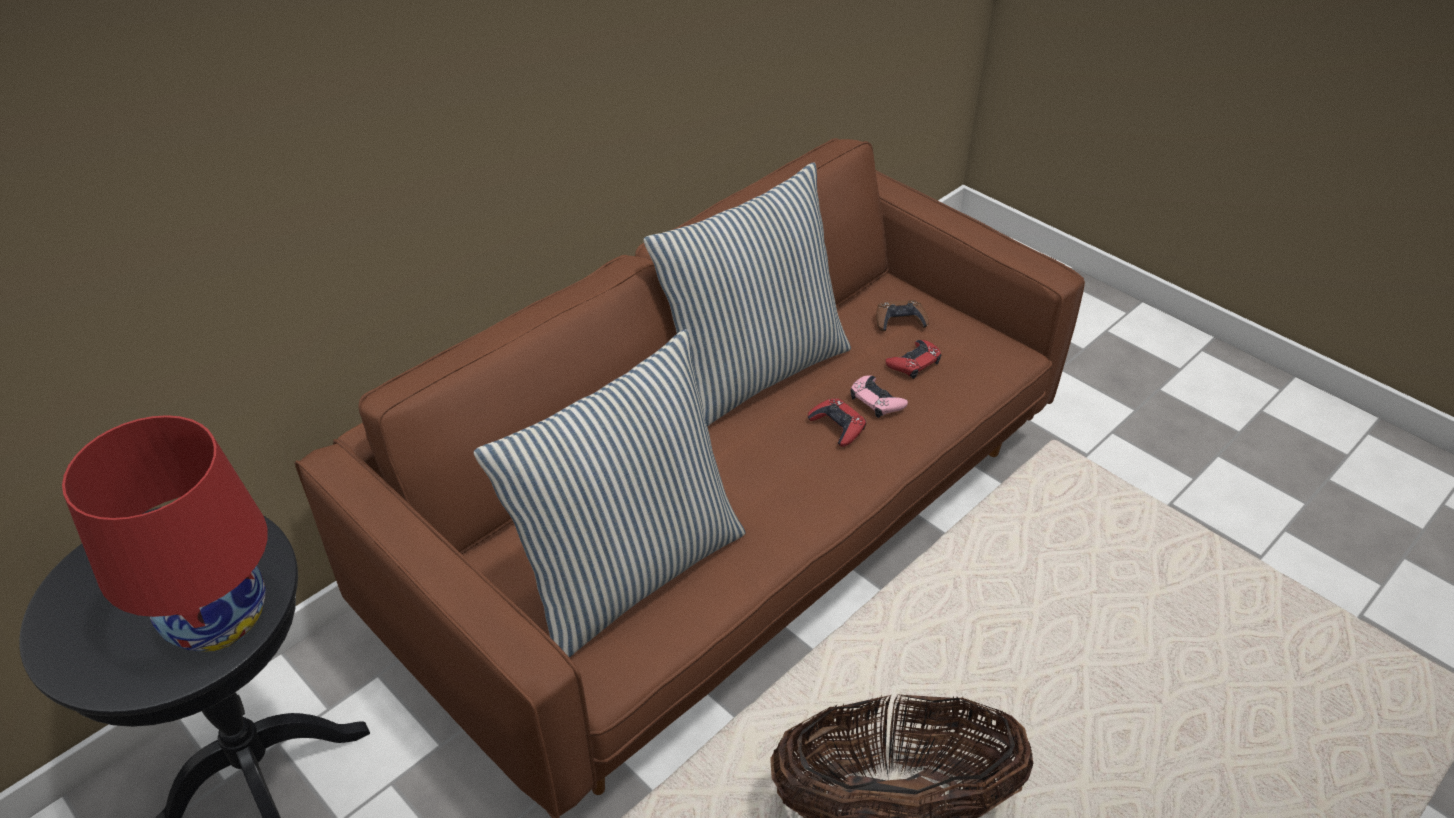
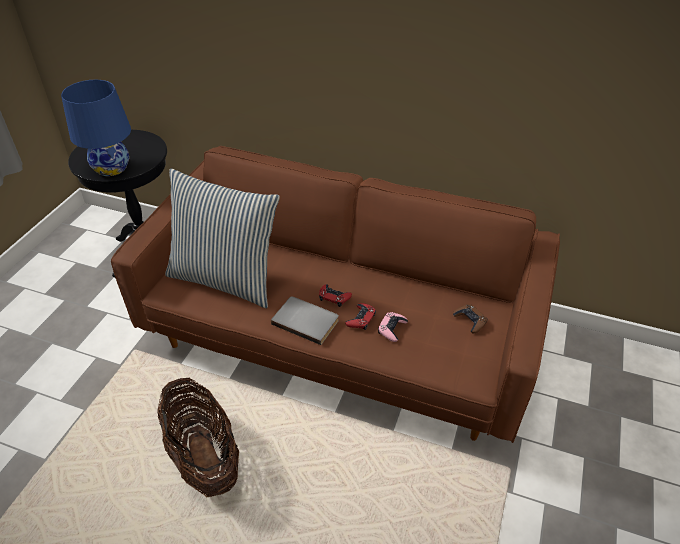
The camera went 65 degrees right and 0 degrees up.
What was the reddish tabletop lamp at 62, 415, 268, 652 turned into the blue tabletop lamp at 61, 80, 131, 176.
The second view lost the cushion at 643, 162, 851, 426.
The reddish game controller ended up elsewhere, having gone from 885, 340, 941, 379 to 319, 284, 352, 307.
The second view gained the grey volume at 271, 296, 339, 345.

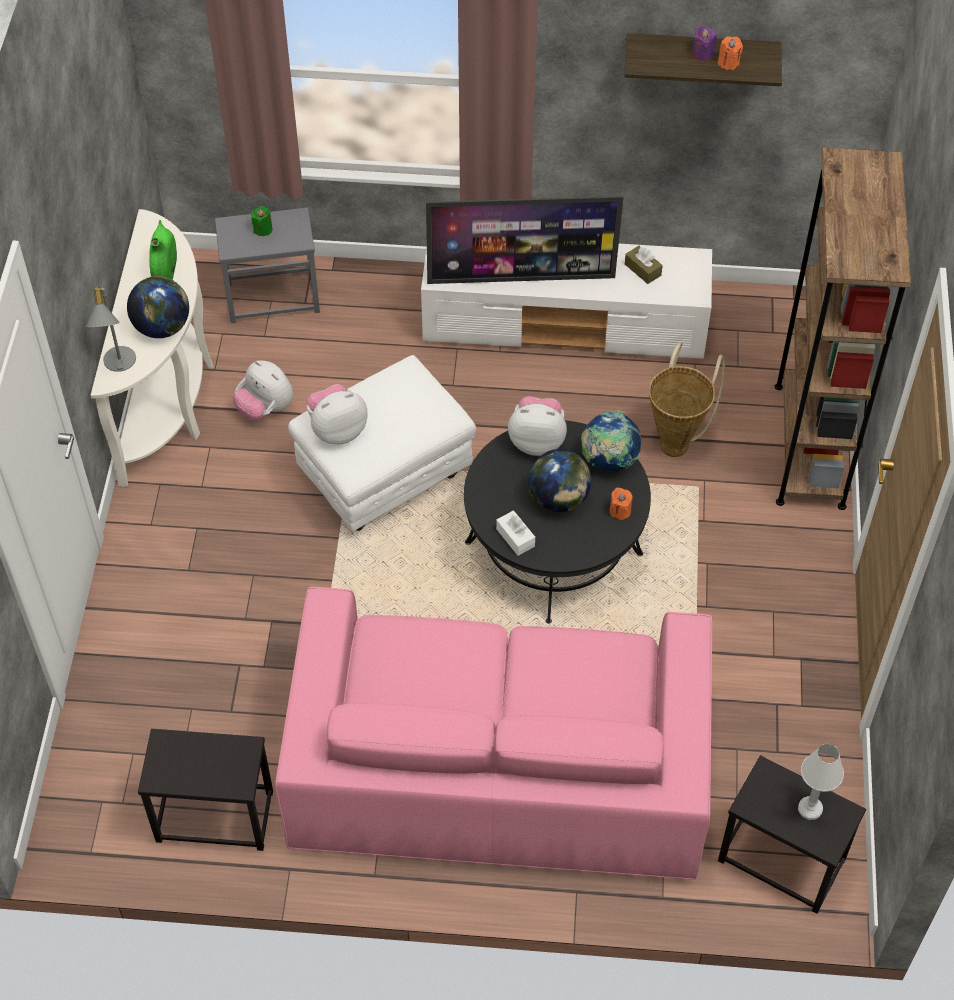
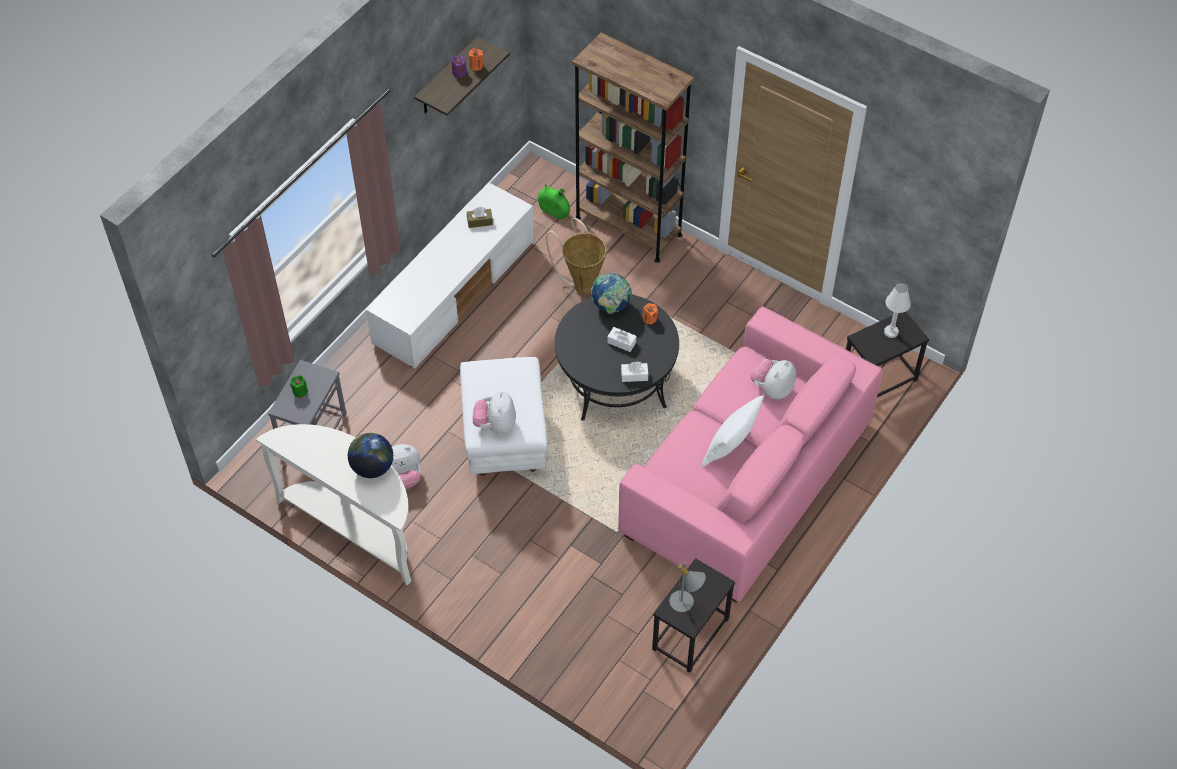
The camera went 60 degrees left and 0 degrees up.
The grey tabletop lamp ended up elsewhere, having gone from 86, 284, 136, 372 to 669, 562, 706, 612.
The greenish decorative vase ended up elsewhere, having gone from 149, 220, 177, 280 to 538, 184, 570, 219.
The second view lost the TV set at 426, 196, 624, 284.
The plush toy ended up elsewhere, having gone from 508, 396, 567, 456 to 750, 359, 796, 400.
Where the globe stood at 528, 449, 591, 512, the white tissue holder came to stand at 607, 327, 636, 352.
The second view gained the white cushion at 702, 395, 764, 467.

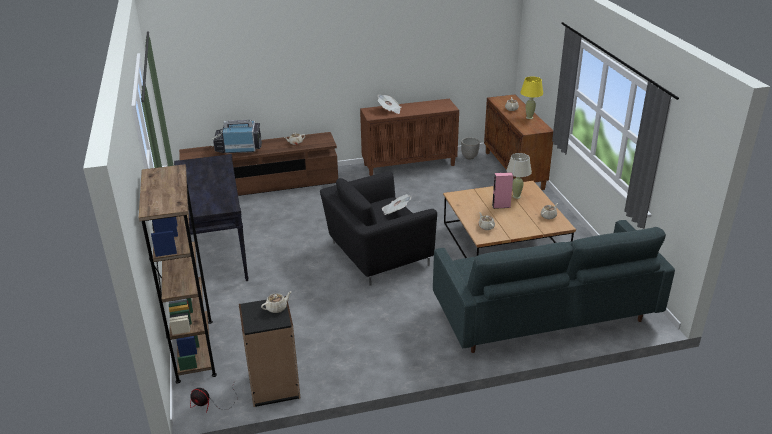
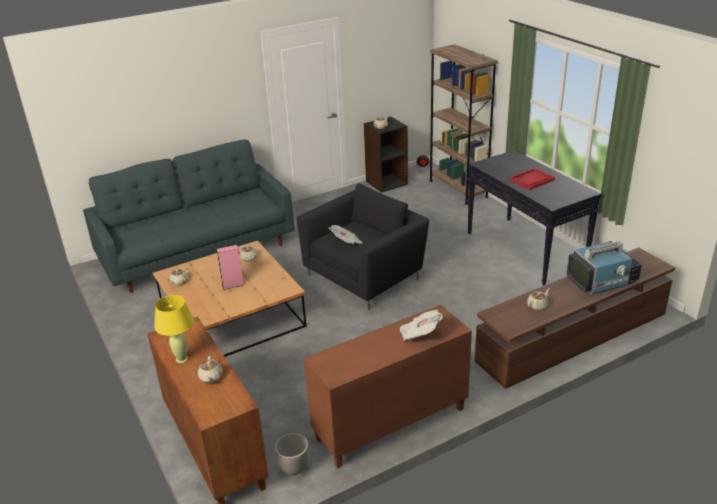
The camera went 165 degrees right and 0 degrees up.
The second view lost the sand-coloured tabletop lamp at 506, 153, 532, 199.
The second view gained the reddish carrying tray at 509, 168, 555, 190.

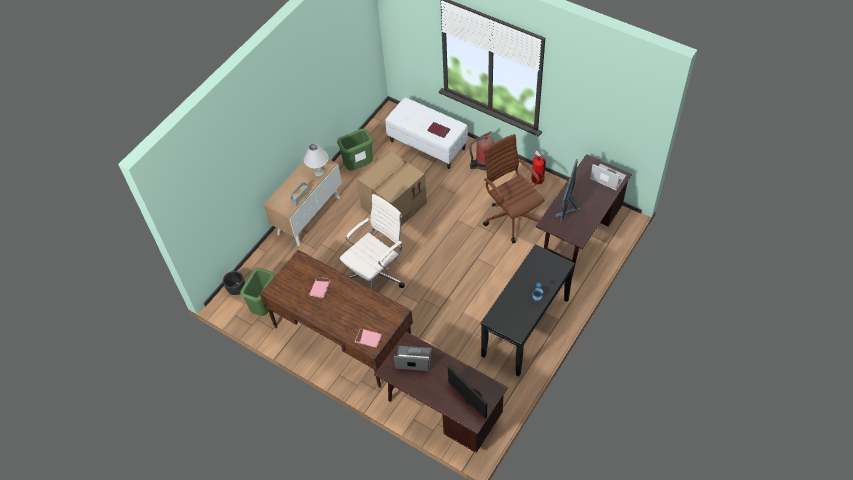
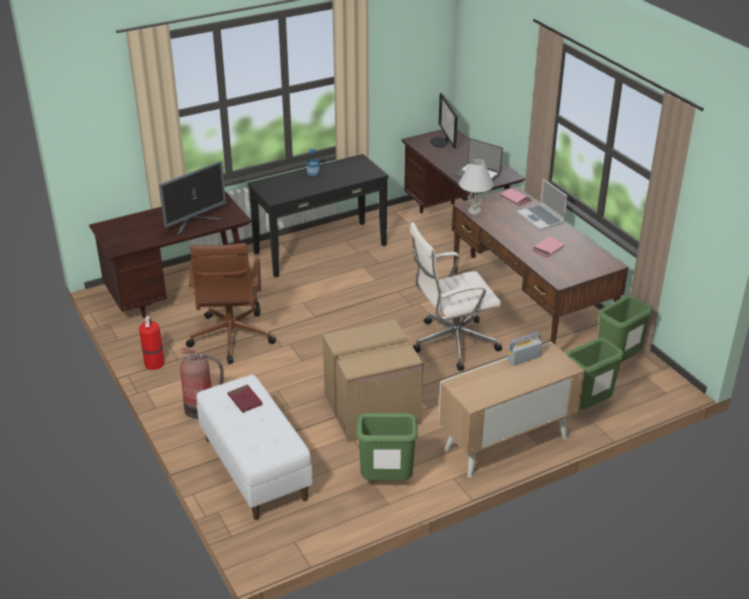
The camera went 155 degrees left and 20 degrees down.
The second view lost the black-coloured flower pot at 223, 271, 245, 295.
The white tabletop lamp ended up elsewhere, having gone from 304, 143, 328, 177 to 459, 159, 494, 215.
The laptop ended up elsewhere, having gone from 590, 164, 626, 190 to 517, 179, 568, 230.
The second view gained the greenish rubbish bin at 566, 338, 624, 409.

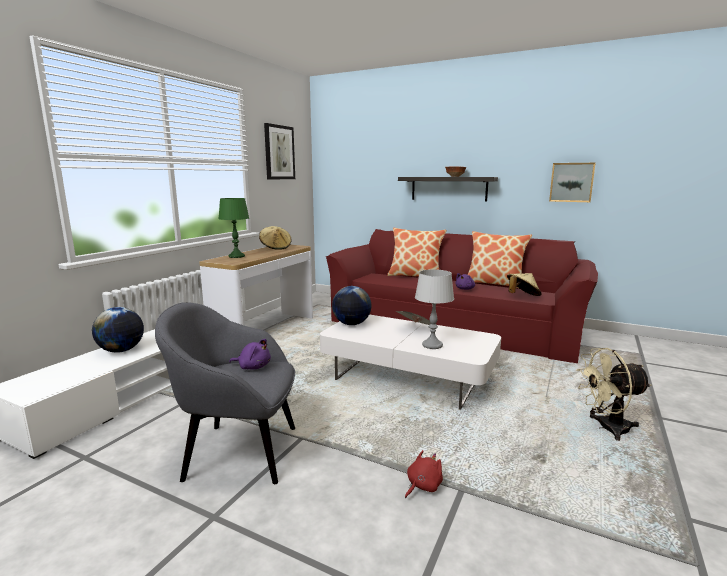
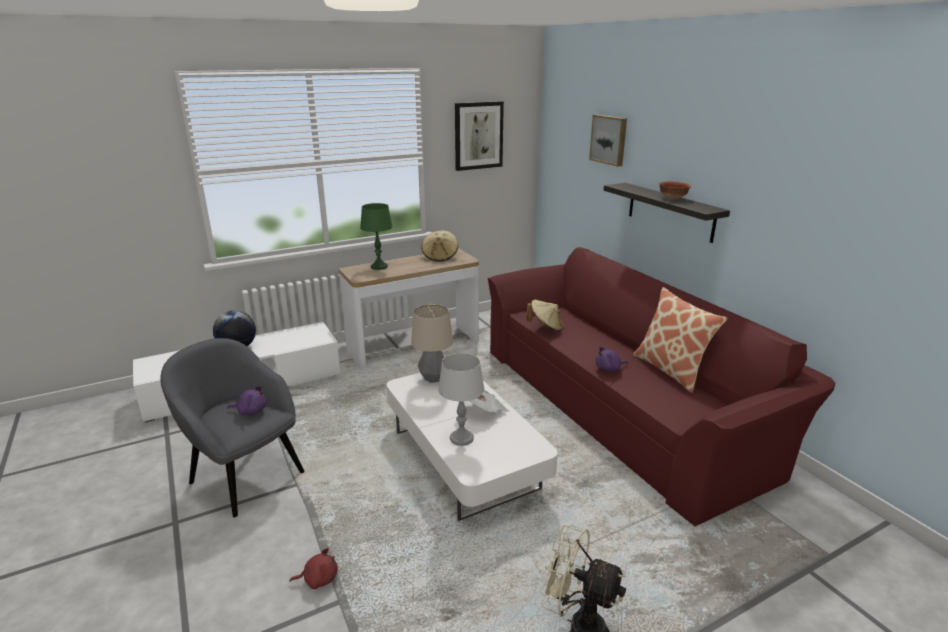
The camera went 35 degrees right and 10 degrees up.
The purplish plush toy at 229, 339, 271, 369 ended up facing another way, 45 degrees counterclockwise from before.
Where the globe stood at 332, 286, 372, 325, the tabletop lamp came to stand at 411, 304, 453, 383.
The second view lost the cushion at 387, 228, 447, 277.
The sand-coloured clothing hat ended up elsewhere, having gone from 507, 273, 542, 296 to 526, 300, 563, 332.
The picture ended up elsewhere, having gone from 549, 163, 595, 202 to 589, 114, 627, 167.

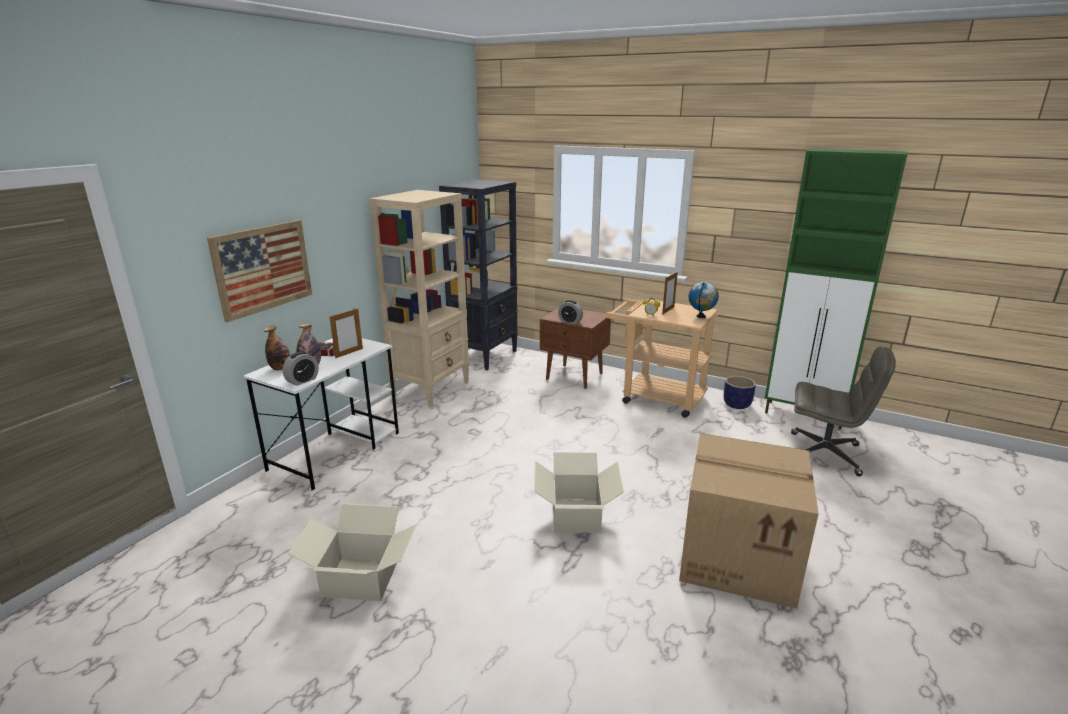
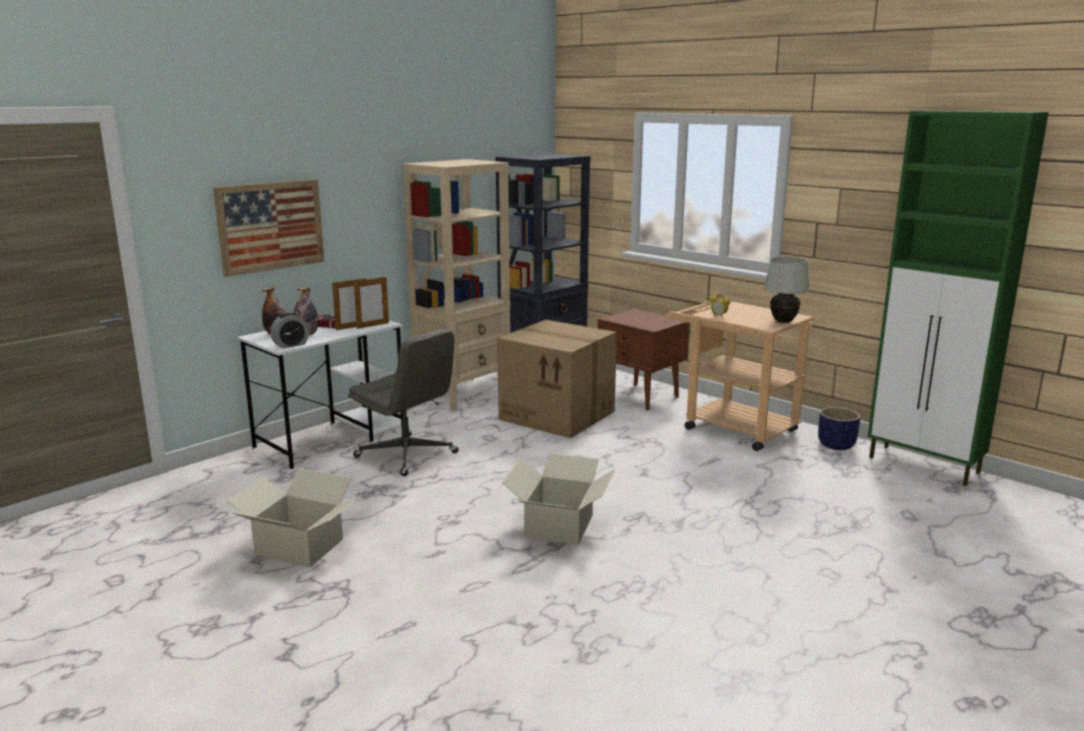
The camera went 15 degrees right and 5 degrees down.
The second view lost the table clock at 558, 300, 583, 324.
The picture frame ended up elsewhere, having gone from 662, 272, 678, 315 to 354, 276, 389, 329.
The cardboard box ended up elsewhere, having gone from 679, 433, 819, 609 to 497, 320, 617, 438.
Where the globe stood at 688, 282, 719, 318, the white tabletop lamp came to stand at 764, 257, 810, 323.
The grey desk chair ended up elsewhere, having gone from 791, 346, 896, 476 to 348, 329, 459, 476.

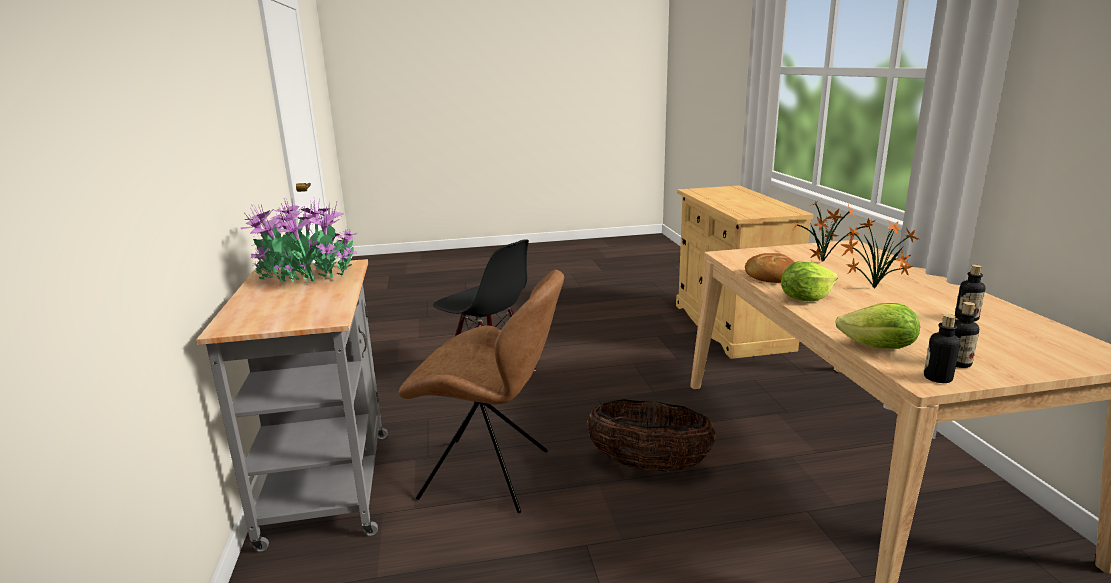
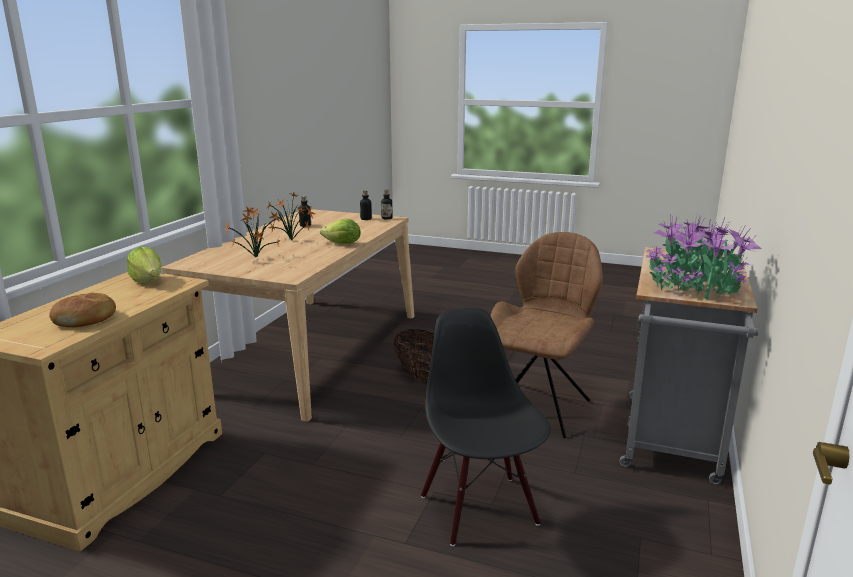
The camera went 150 degrees left and 0 degrees up.
The brown-coloured plain chair at 398, 270, 564, 513 ended up facing another way, 75 degrees clockwise from before.
The baked bread ended up elsewhere, having gone from 745, 253, 794, 283 to 49, 293, 116, 327.
The lettuce head ended up elsewhere, having gone from 835, 303, 920, 349 to 127, 247, 162, 284.

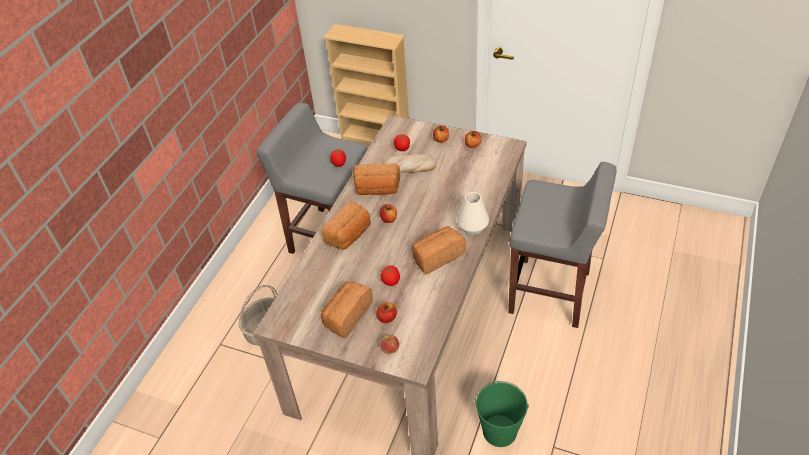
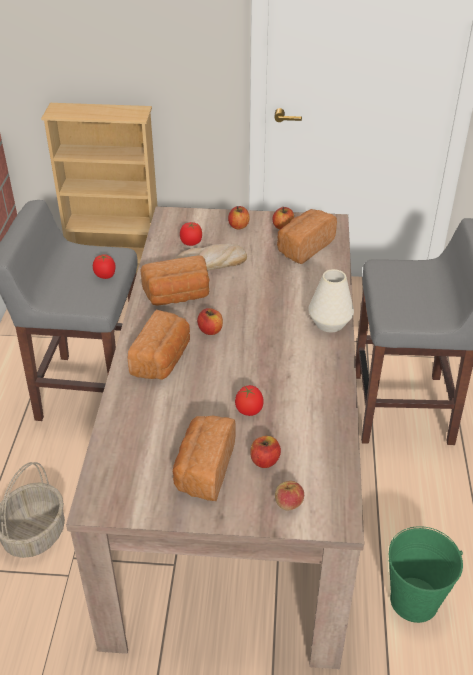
The camera went 20 degrees left and 5 degrees down.
The baked bread ended up elsewhere, having gone from 412, 226, 466, 274 to 277, 209, 337, 264.

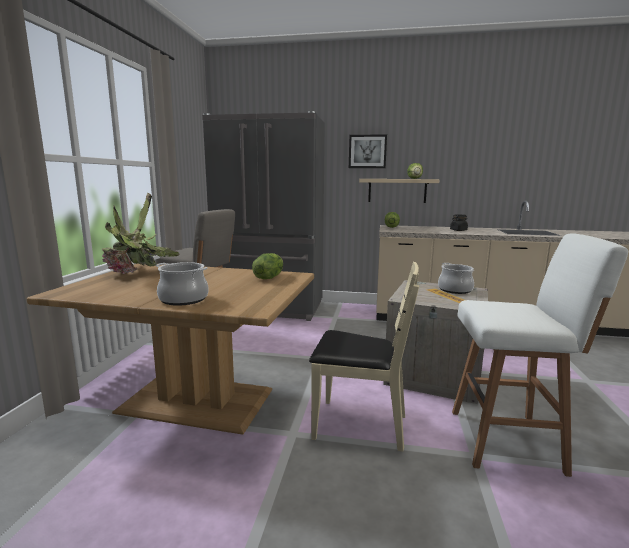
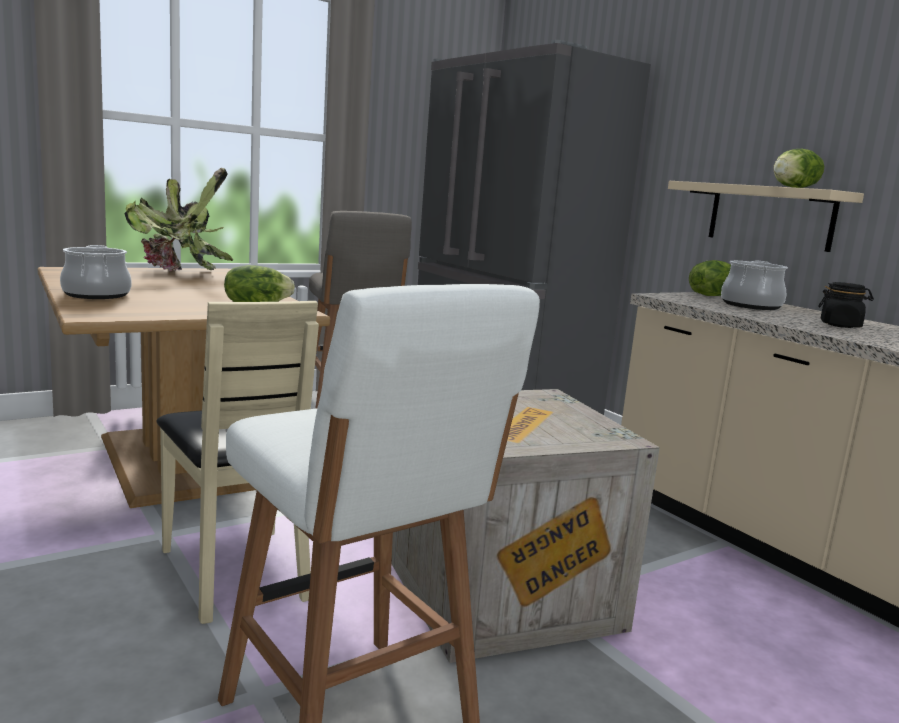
The camera went 45 degrees right and 0 degrees up.
The second view lost the picture at 349, 134, 387, 168.
The cooking pot ended up elsewhere, having gone from 438, 263, 474, 294 to 721, 260, 788, 310.

